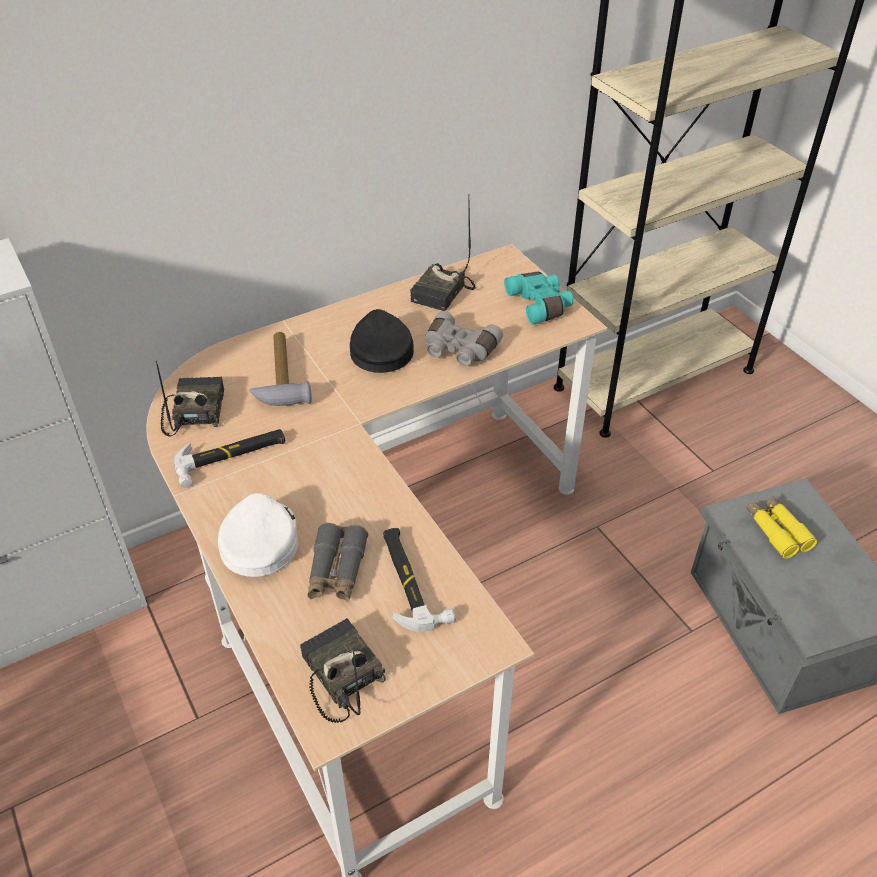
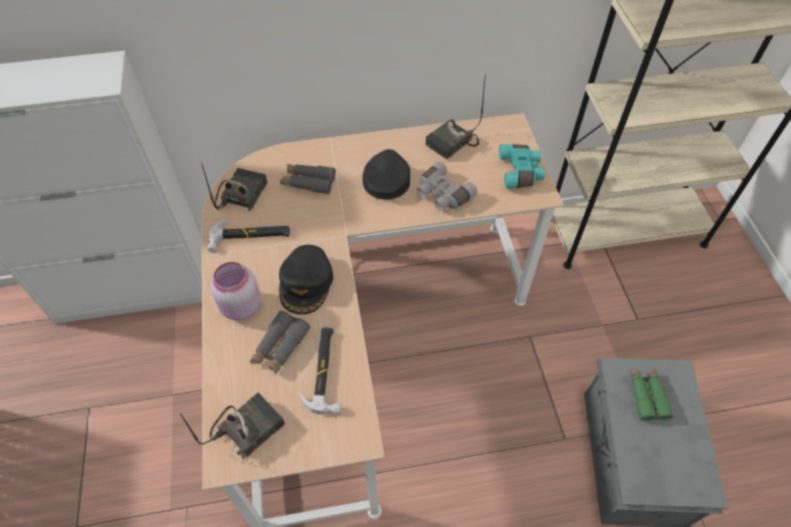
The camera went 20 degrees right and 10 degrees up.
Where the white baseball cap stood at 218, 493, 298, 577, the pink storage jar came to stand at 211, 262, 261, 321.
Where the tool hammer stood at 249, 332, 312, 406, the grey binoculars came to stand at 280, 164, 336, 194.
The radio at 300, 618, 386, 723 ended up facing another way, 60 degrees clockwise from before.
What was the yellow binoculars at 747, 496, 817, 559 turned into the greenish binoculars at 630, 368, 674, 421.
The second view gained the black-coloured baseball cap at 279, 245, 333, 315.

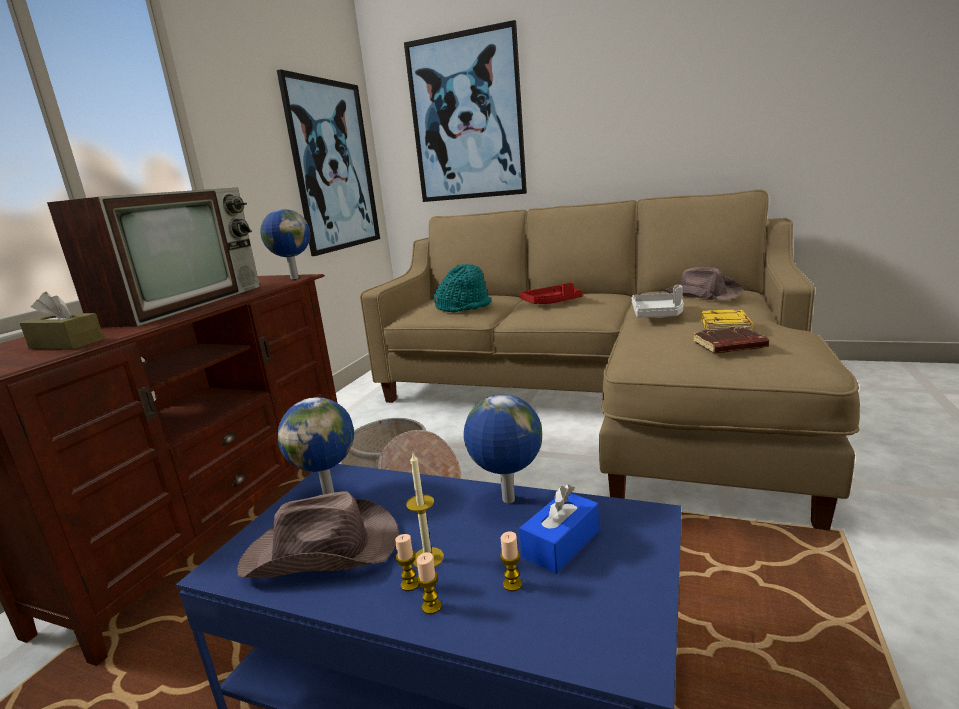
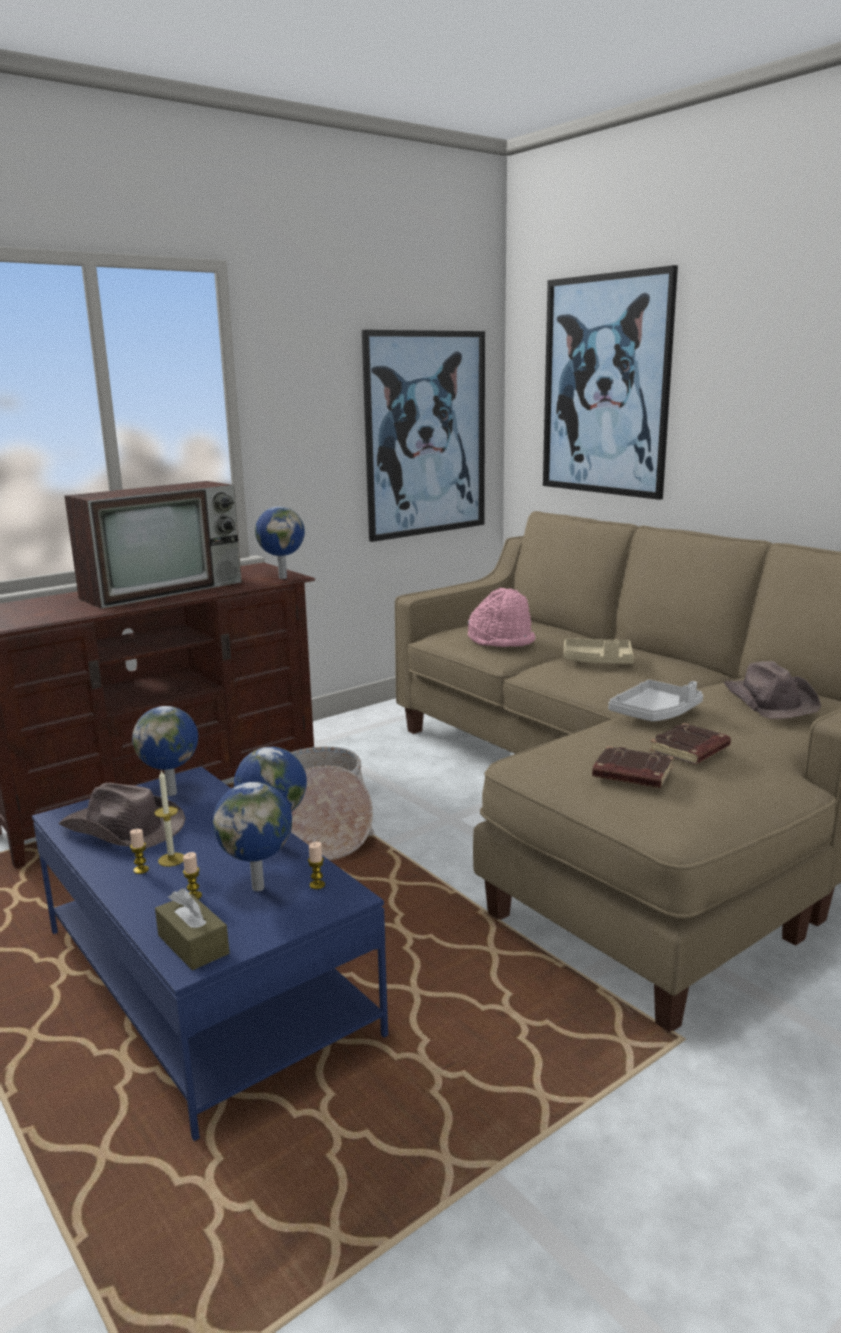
The camera went 30 degrees right and 0 degrees up.
The brown-coloured tissue holder ended up elsewhere, having gone from 20, 292, 104, 350 to 155, 888, 230, 970.
The candle ended up elsewhere, having gone from 417, 552, 442, 614 to 308, 842, 325, 889.
What was the turquoise clothing hat at 434, 264, 491, 312 turned into the pink clothing hat at 468, 588, 536, 647.
Where the blue tissue holder stood at 519, 484, 599, 574, the globe came to stand at 213, 782, 292, 891.
What was the reddish carrying tray at 520, 282, 583, 304 turned into the sand-coloured carrying tray at 564, 638, 634, 664.
What was the yellow volume at 701, 309, 753, 331 turned into the brown-coloured volume at 649, 723, 731, 764.

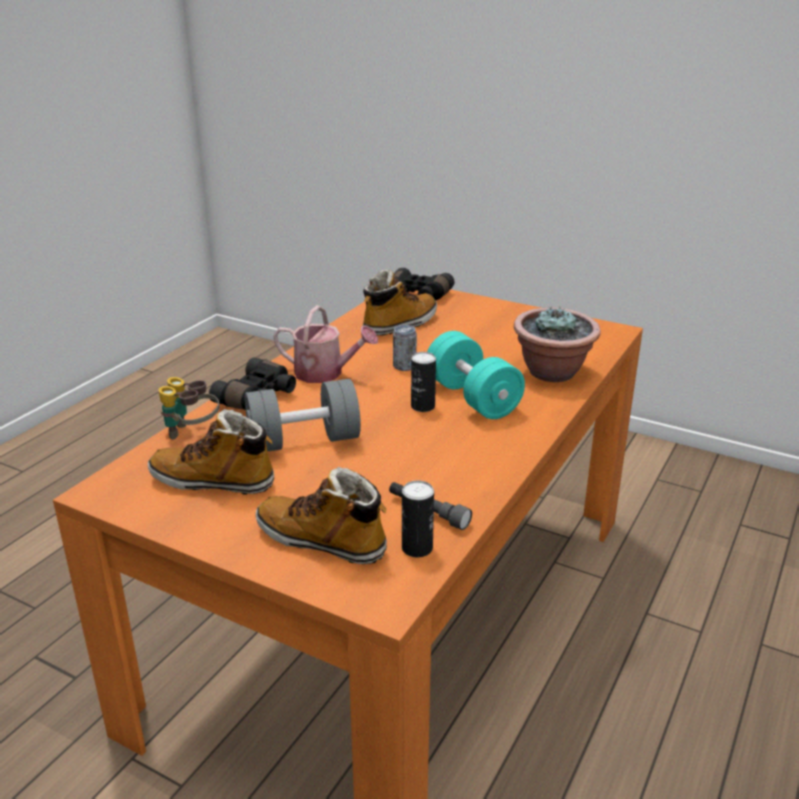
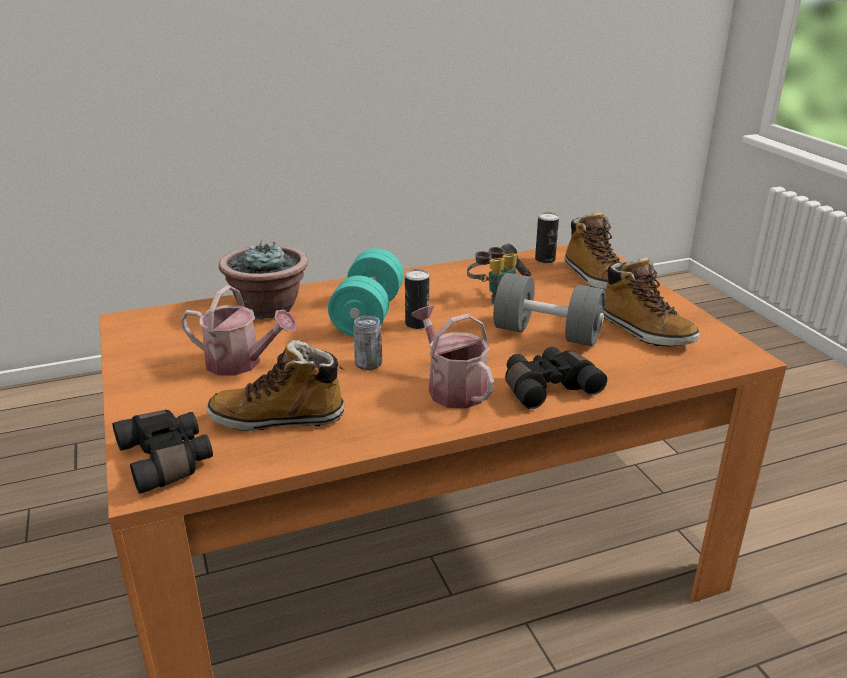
The camera went 140 degrees left and 0 degrees up.
The binoculars ended up elsewhere, having gone from 158, 377, 220, 440 to 467, 247, 517, 304.
The second view gained the sprinkling can at 180, 285, 297, 376.

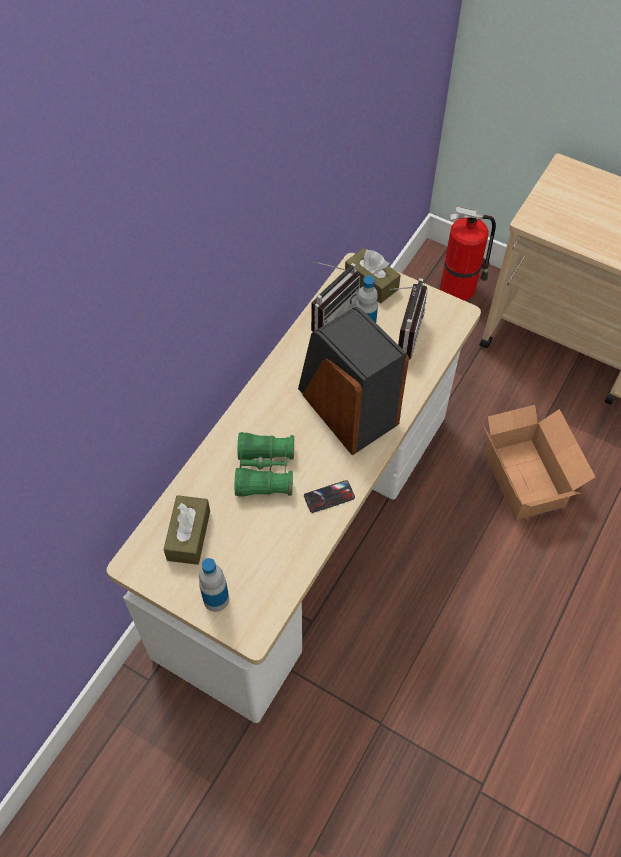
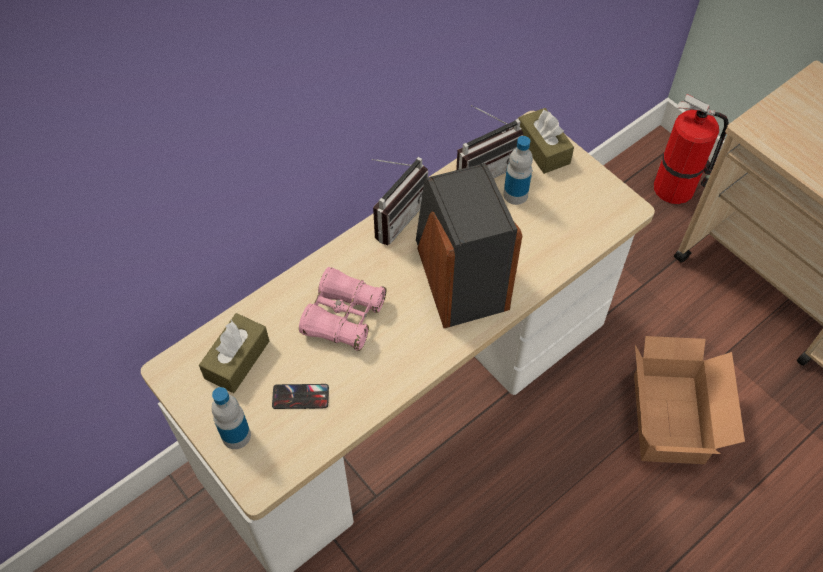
The camera went 20 degrees right and 0 degrees up.
What was the greenish binoculars at 235, 432, 294, 497 turned into the pink binoculars at 299, 267, 386, 351.
The telephone ended up elsewhere, having gone from 304, 480, 355, 513 to 272, 384, 329, 409.
The radio ended up elsewhere, having gone from 390, 278, 428, 360 to 372, 157, 428, 245.

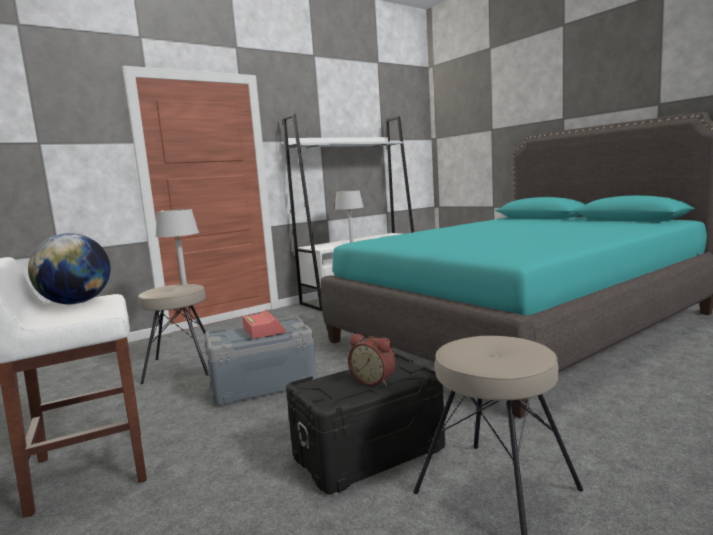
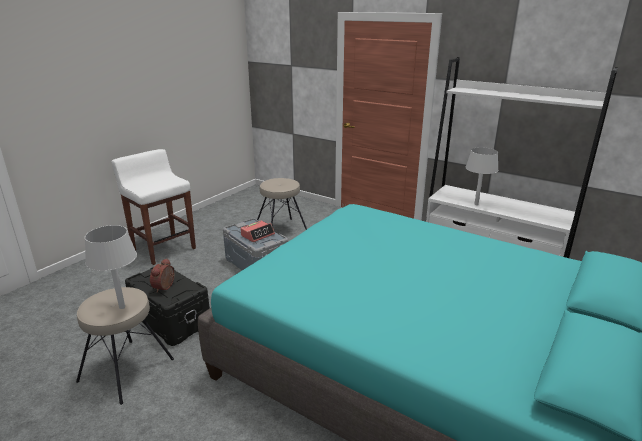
The camera went 70 degrees right and 15 degrees up.
The second view lost the globe at 28, 233, 110, 304.
The grey tabletop lamp ended up elsewhere, having gone from 155, 209, 199, 285 to 85, 225, 137, 309.

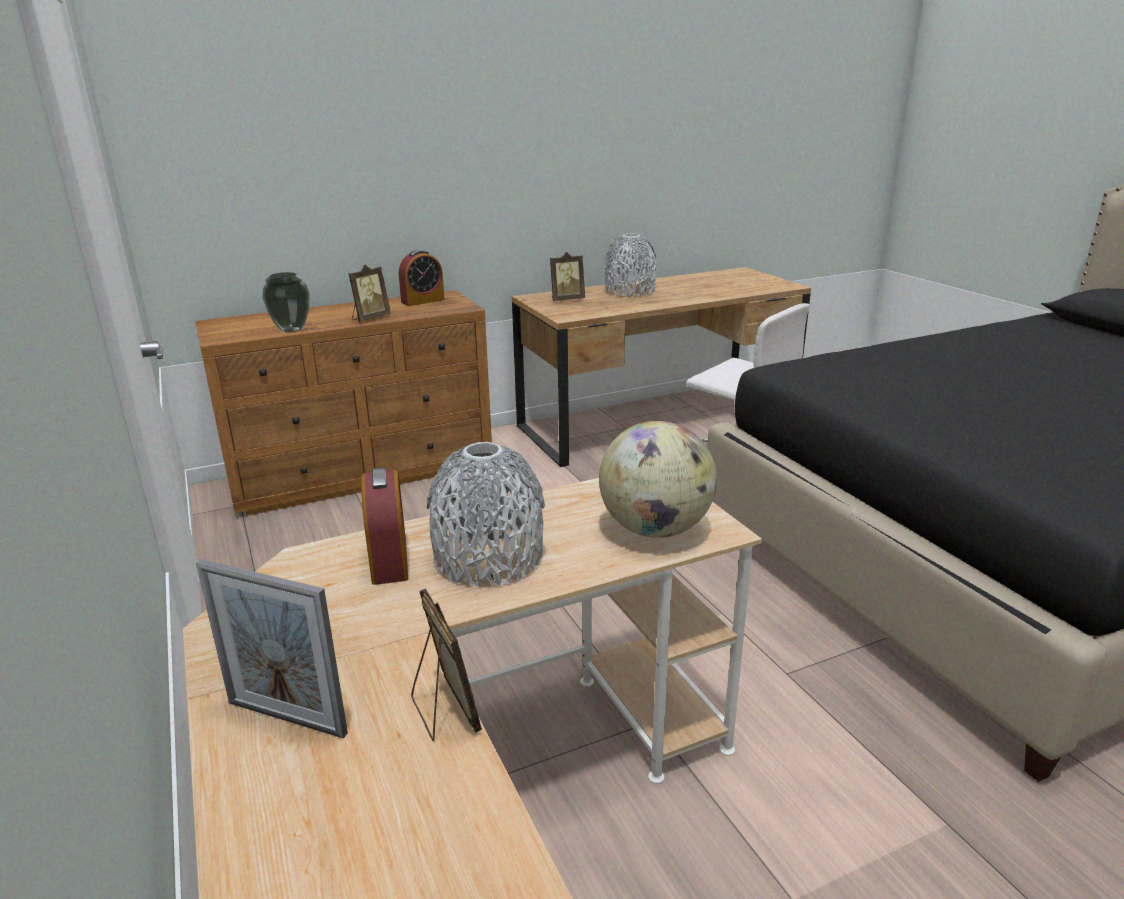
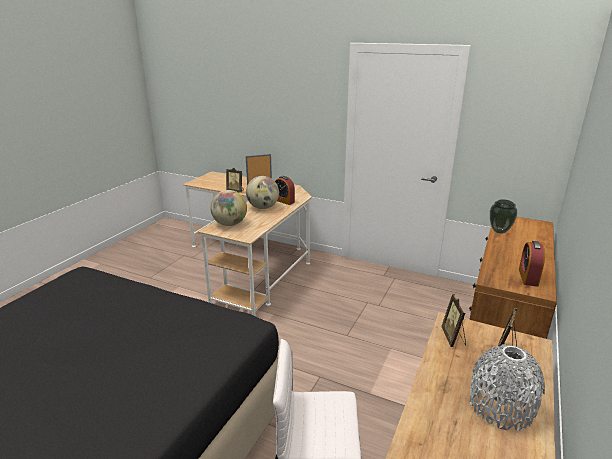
The camera went 140 degrees right and 0 degrees up.
The picture frame ended up elsewhere, having gone from 349, 265, 391, 322 to 441, 294, 466, 347.
Where the grey decorative vase stood at 427, 442, 545, 587, the globe came to stand at 246, 176, 279, 209.

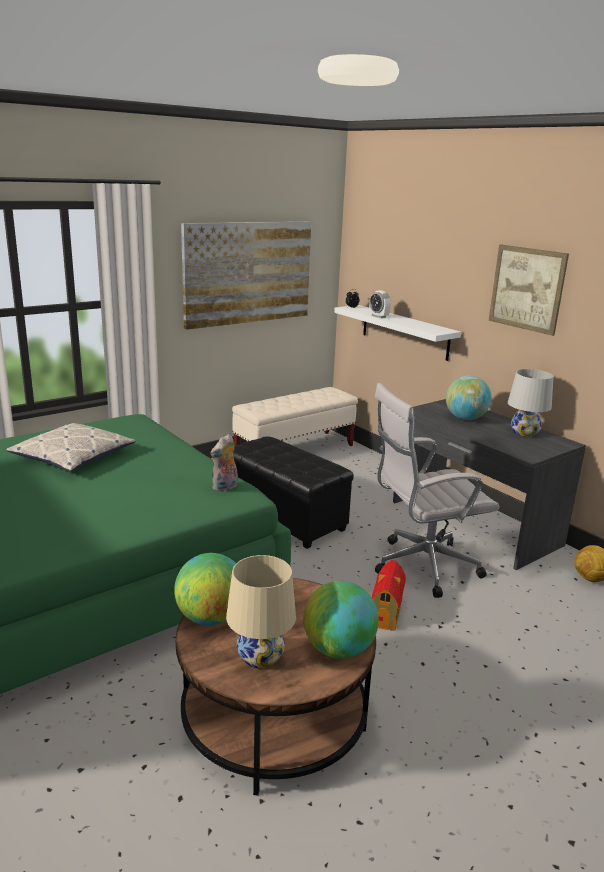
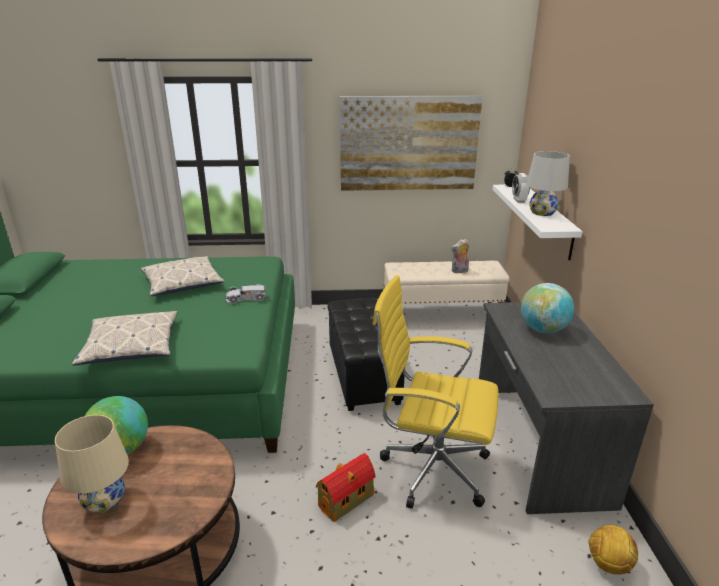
The camera went 35 degrees right and 5 degrees up.
The plush toy ended up elsewhere, having gone from 211, 434, 238, 492 to 451, 239, 469, 273.
The second view lost the globe at 303, 581, 379, 659.
What was the white desk chair at 375, 383, 500, 598 turned into the yellow desk chair at 373, 275, 498, 509.
The second view lost the picture at 489, 244, 569, 336.
The white tabletop lamp ended up elsewhere, having gone from 508, 369, 554, 437 to 526, 151, 570, 216.
The second view gained the cushion at 72, 311, 178, 366.
The second view gained the white miniature car at 226, 284, 266, 304.

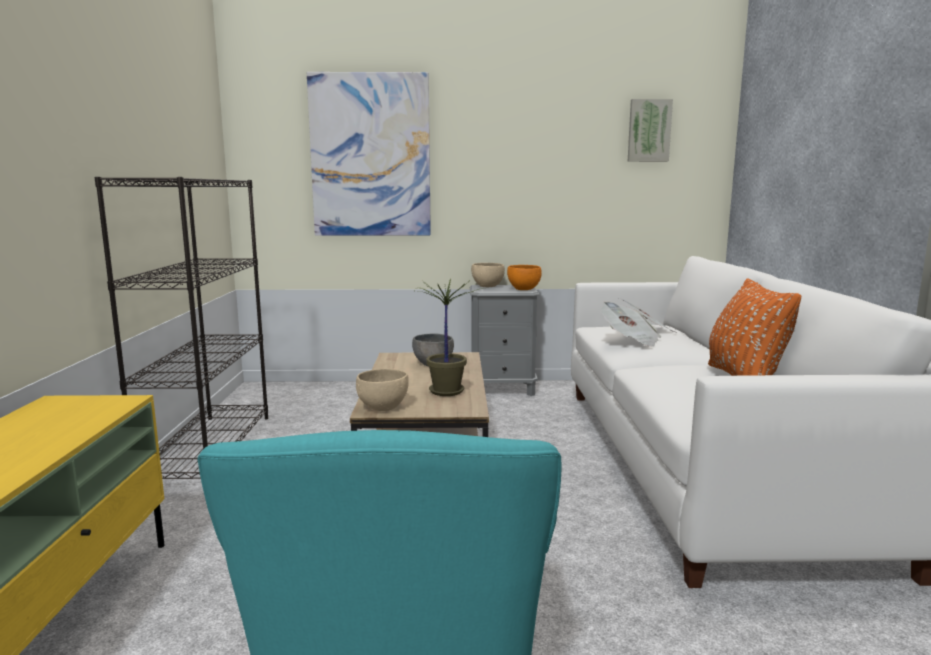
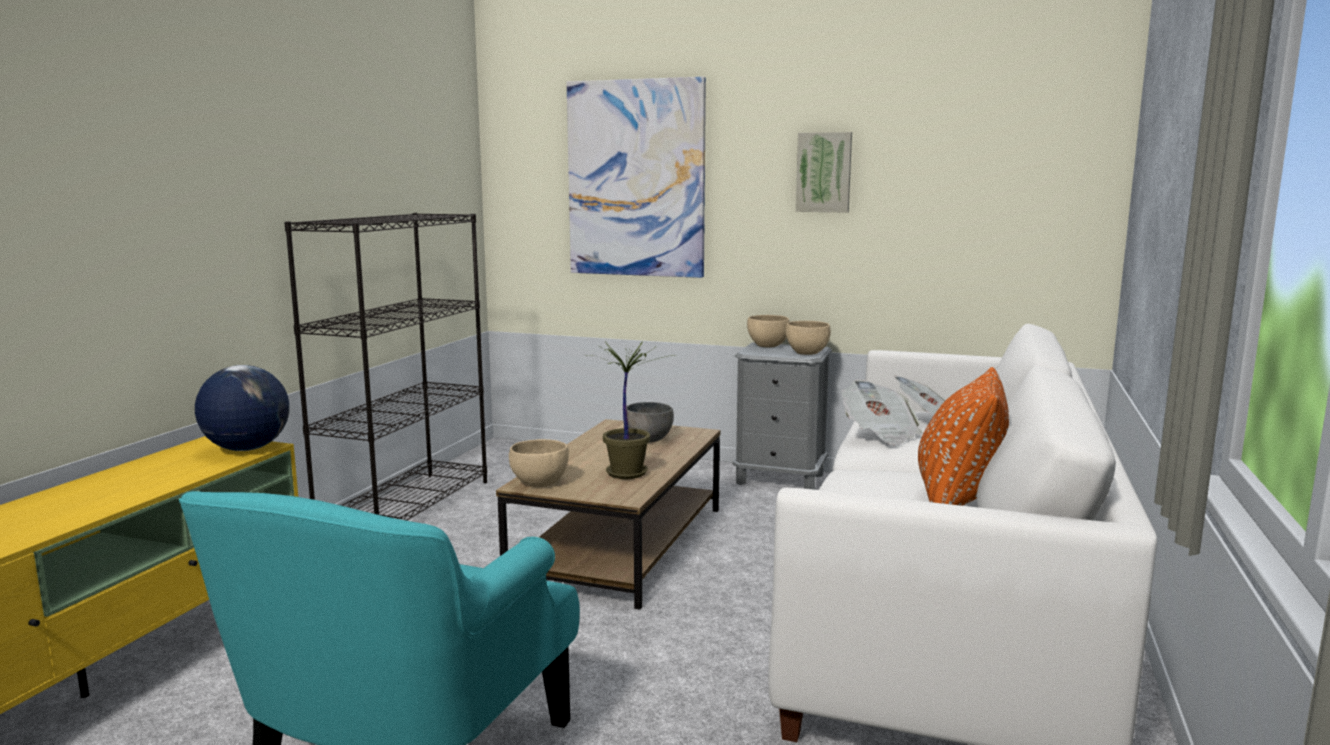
The camera went 20 degrees right and 0 degrees up.
What was the orange deep dish at 507, 265, 542, 290 turned into the sand-coloured deep dish at 786, 321, 831, 355.
The picture ended up elsewhere, having gone from 628, 99, 673, 162 to 796, 132, 852, 213.
The second view gained the globe at 195, 365, 289, 451.

